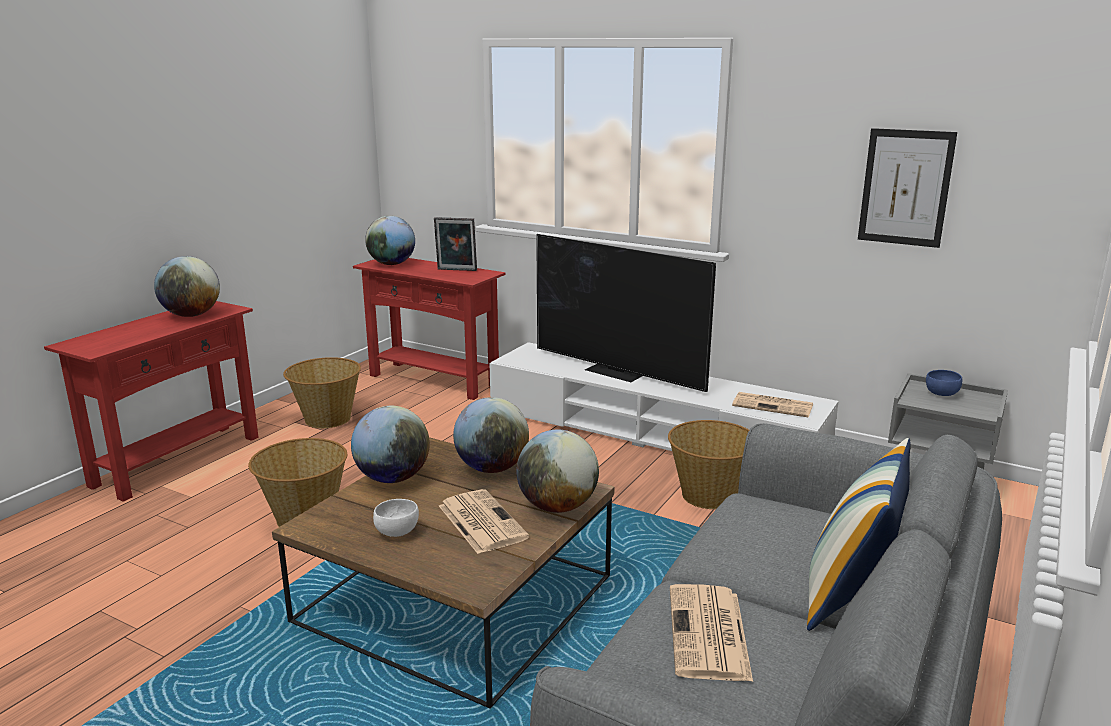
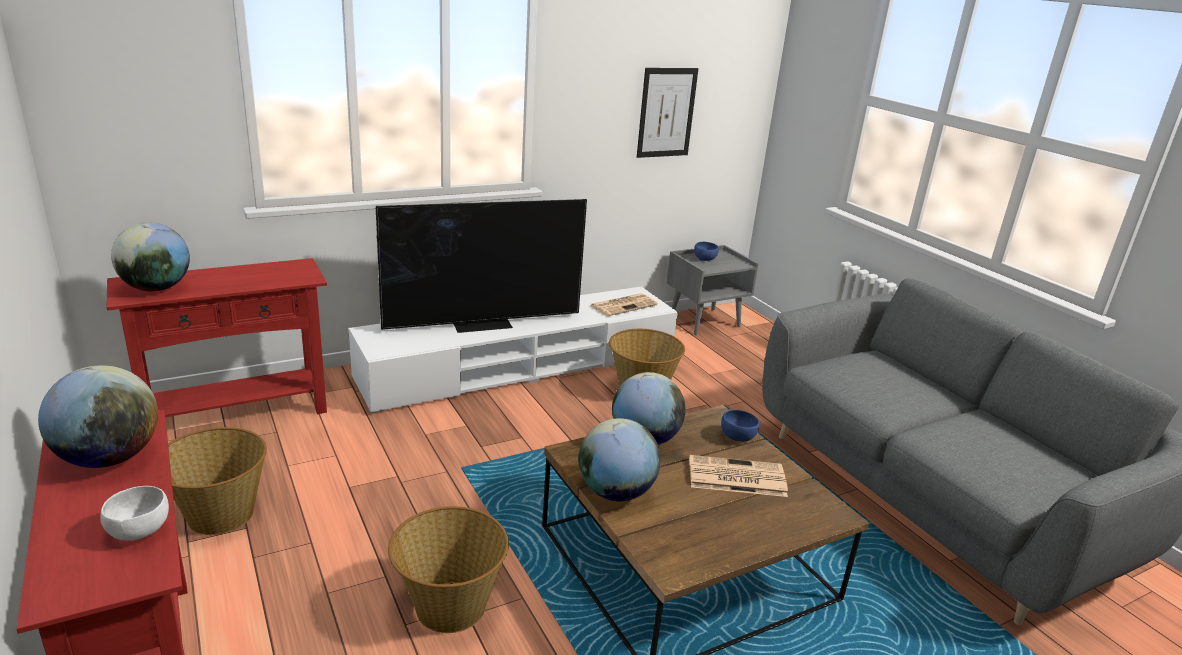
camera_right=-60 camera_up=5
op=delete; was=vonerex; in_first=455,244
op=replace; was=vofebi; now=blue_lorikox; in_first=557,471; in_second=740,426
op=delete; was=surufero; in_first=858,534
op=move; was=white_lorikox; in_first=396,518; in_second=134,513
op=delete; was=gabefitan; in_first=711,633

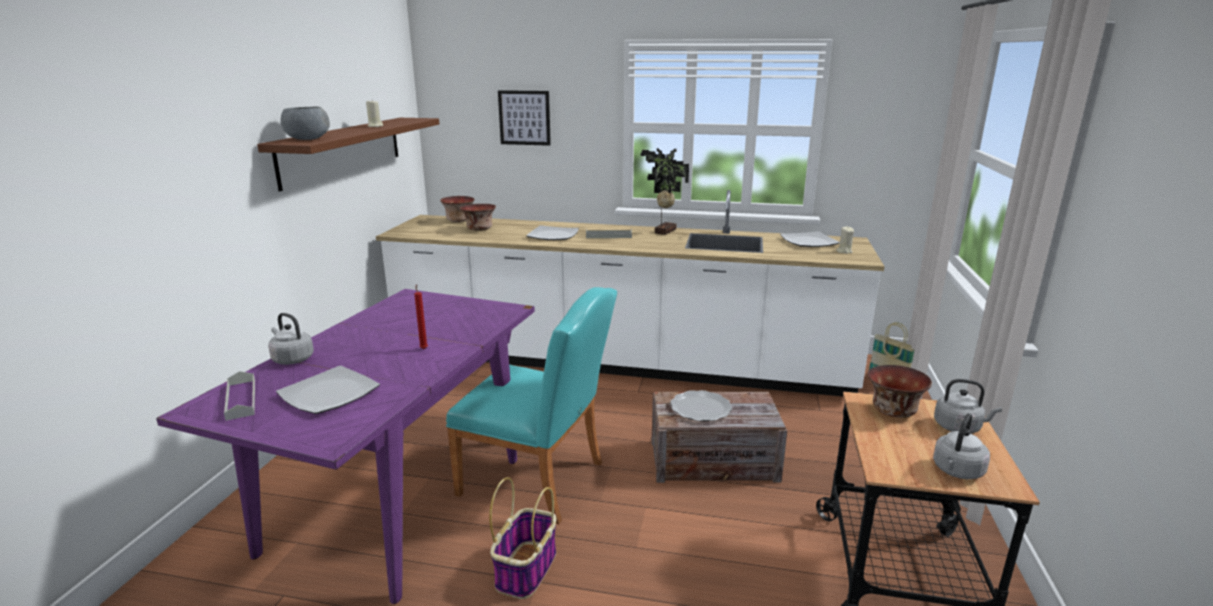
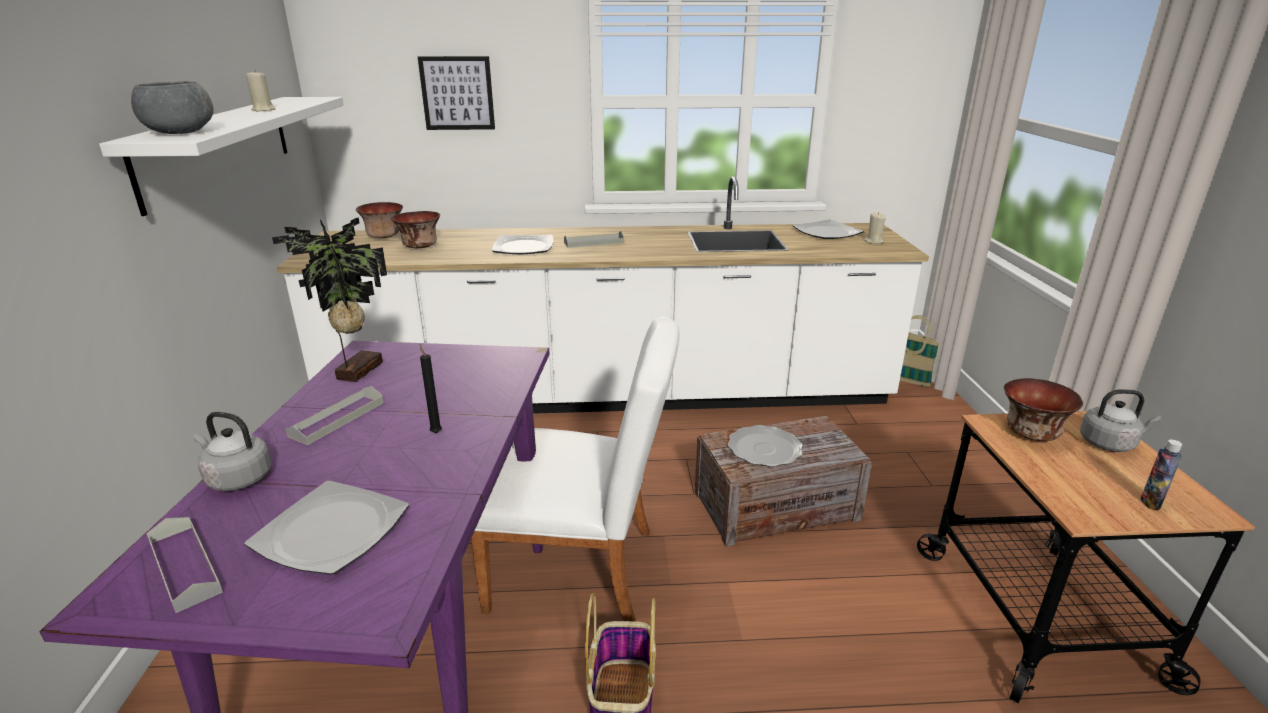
camera_right=-15 camera_up=5
op=recolor; was=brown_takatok; now=white_takatok; in_first=348,154; in_second=221,156
op=move; was=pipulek; in_first=665,191; in_second=329,299
op=recolor; was=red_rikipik; now=black_rikipik; in_first=421,316; in_second=431,388
op=recolor; was=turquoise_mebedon; now=white_mebedon; in_first=531,405; in_second=575,469
op=replace; was=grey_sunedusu; now=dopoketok; in_first=961,446; in_second=1161,474
op=insert; now=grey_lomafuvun; in_second=334,415

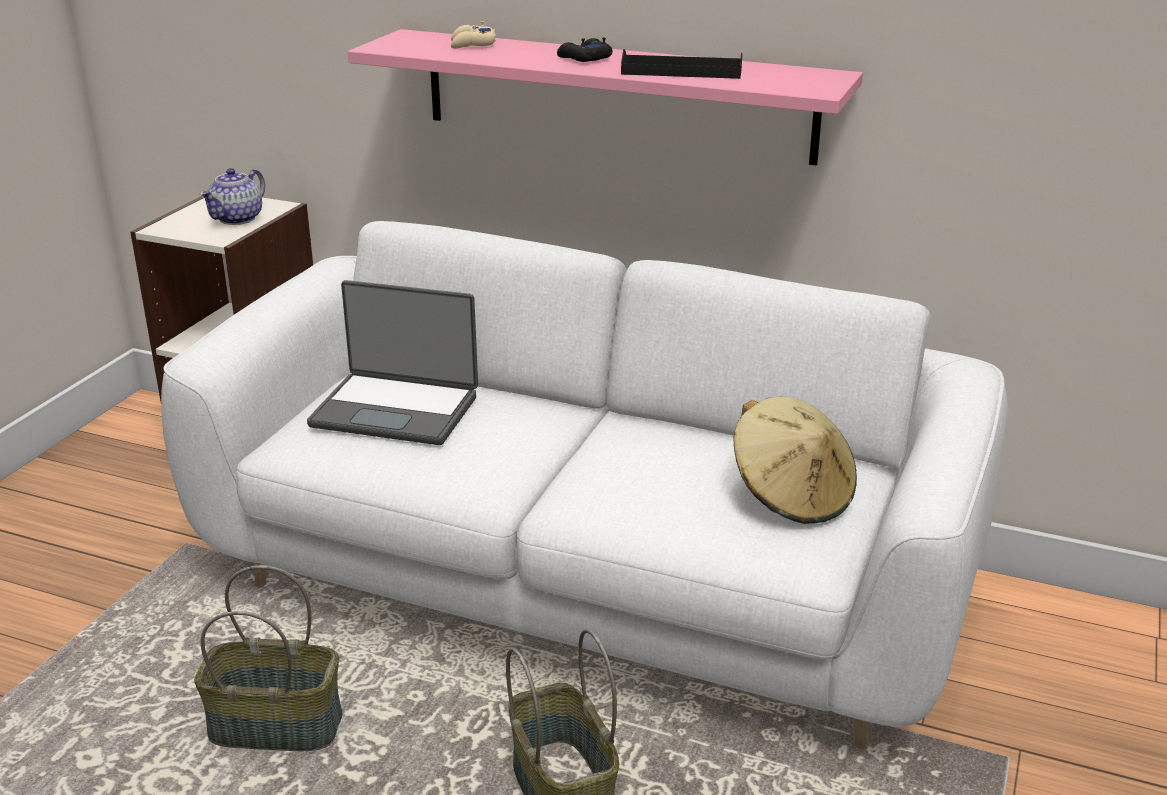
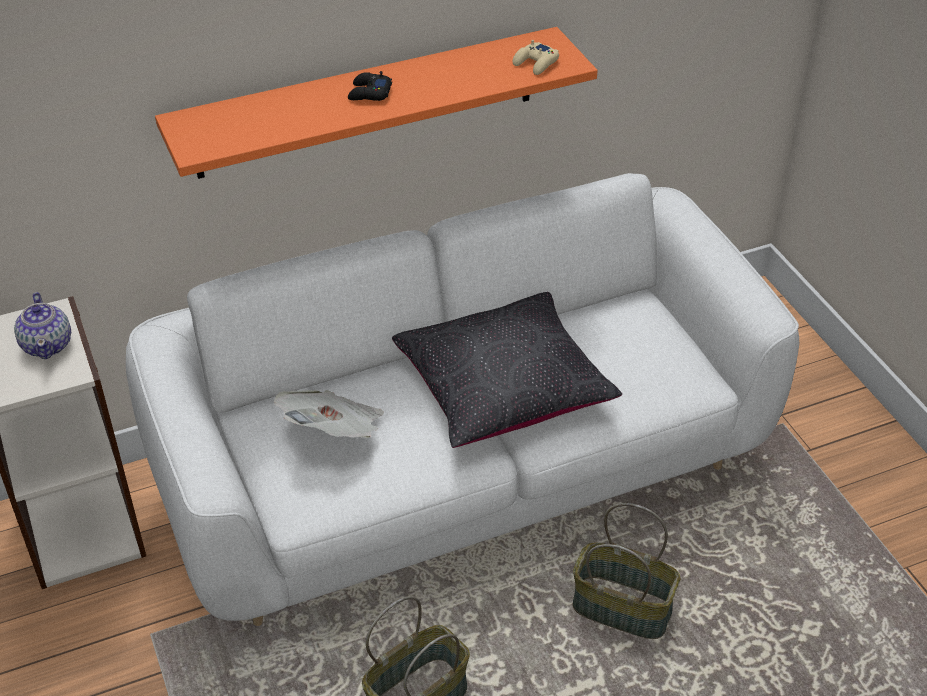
camera_right=-45 camera_up=15
op=move; was=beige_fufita; in_first=473,35; in_second=536,57
op=recolor; was=pink_takatok; now=orange_takatok; in_first=605,97; in_second=376,103
op=delete; was=black_lomafuvun; in_first=681,64
op=replace; was=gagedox; now=gabefitan; in_first=392,362; in_second=329,414
op=delete; was=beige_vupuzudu; in_first=795,460
op=insert; now=black_surufero; in_second=507,370

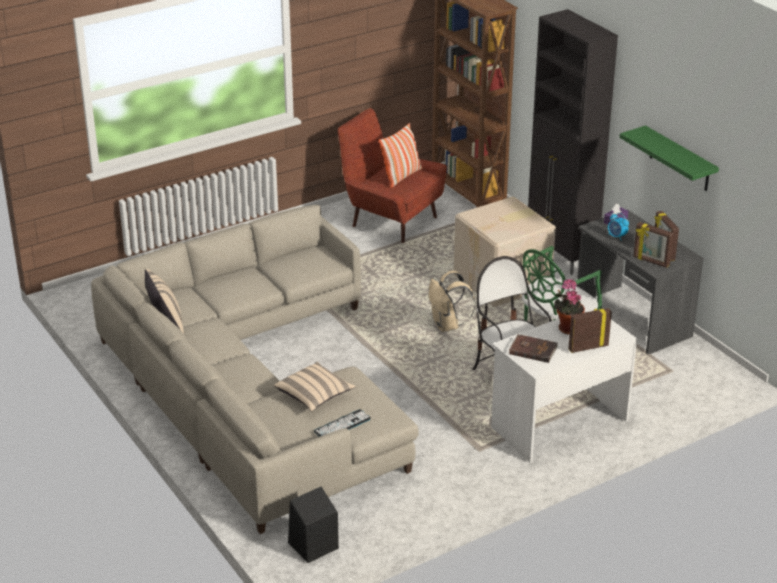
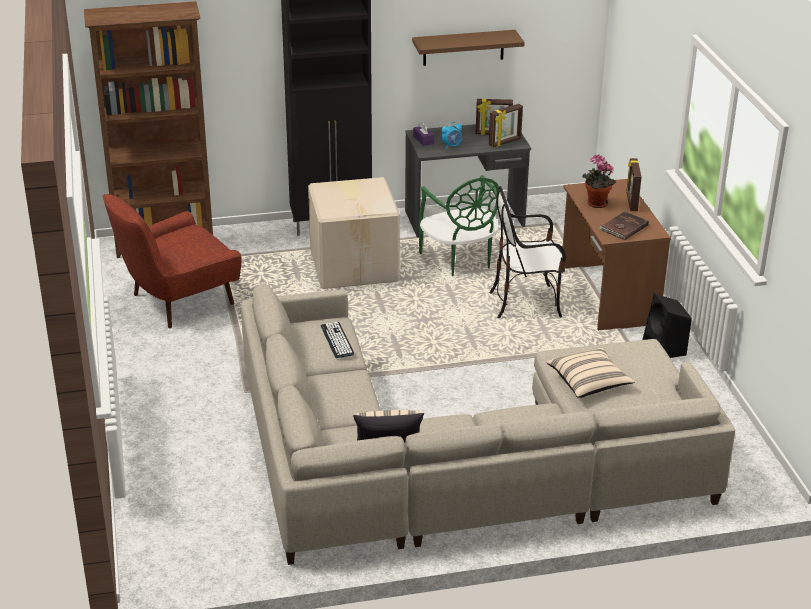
camera_right=-70 camera_up=0
op=delete; was=surufero; in_first=400,155
op=recolor; was=green_takatok; now=brown_takatok; in_first=669,158; in_second=468,48
op=delete; was=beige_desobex; in_first=452,301
op=recolor; was=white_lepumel; now=brown_lepumel; in_first=564,384; in_second=617,255
op=move; was=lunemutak; in_first=342,423; in_second=337,340
op=move; was=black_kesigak; in_first=313,525; in_second=667,326

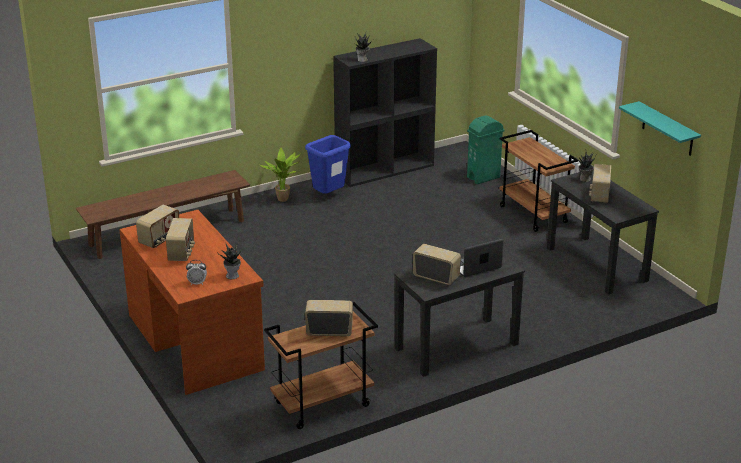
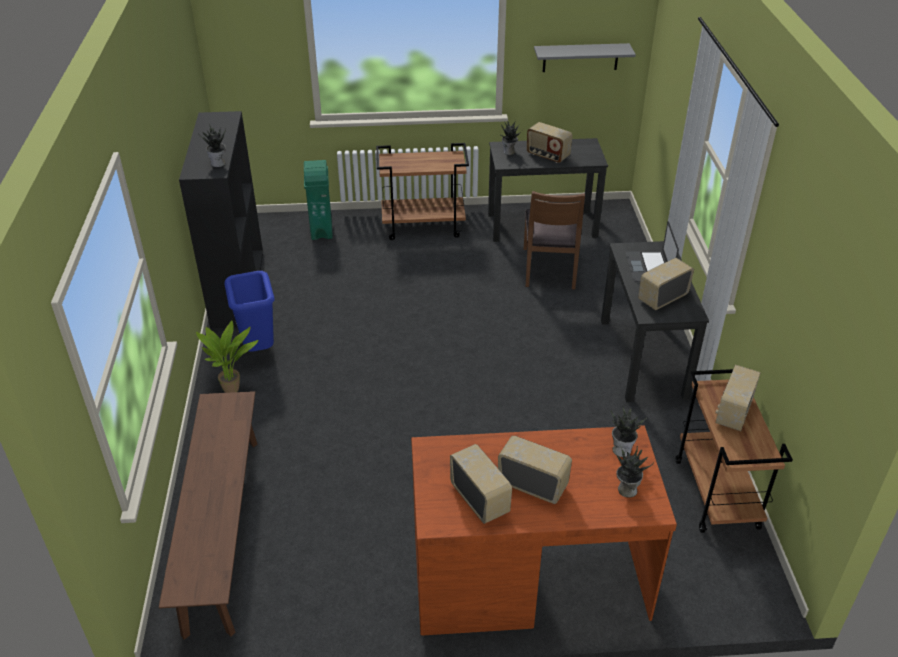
camera_right=-65 camera_up=10
op=recolor; was=turquoise_takatok; now=grey_takatok; in_first=660,128; in_second=585,57
op=replace; was=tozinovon; now=pipulek; in_first=196,272; in_second=635,472
op=insert; now=brown_mebedon; in_second=554,240

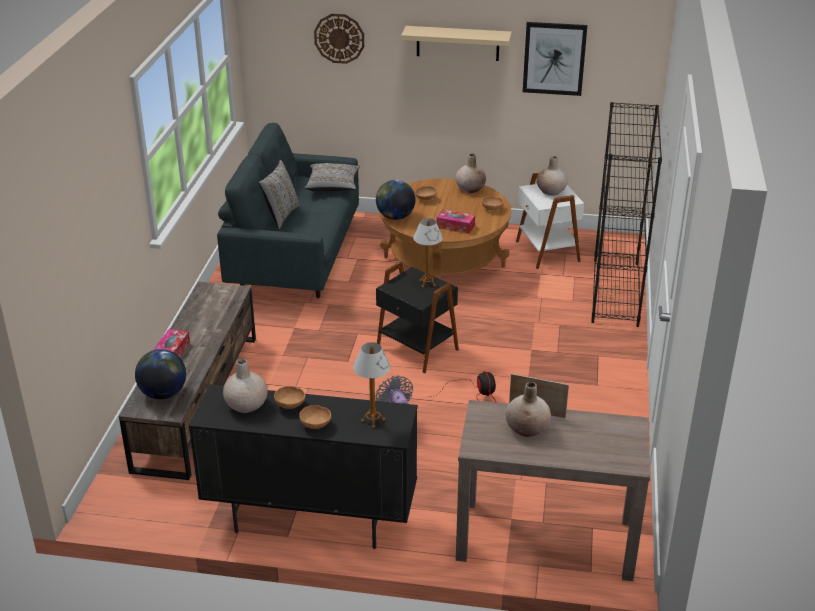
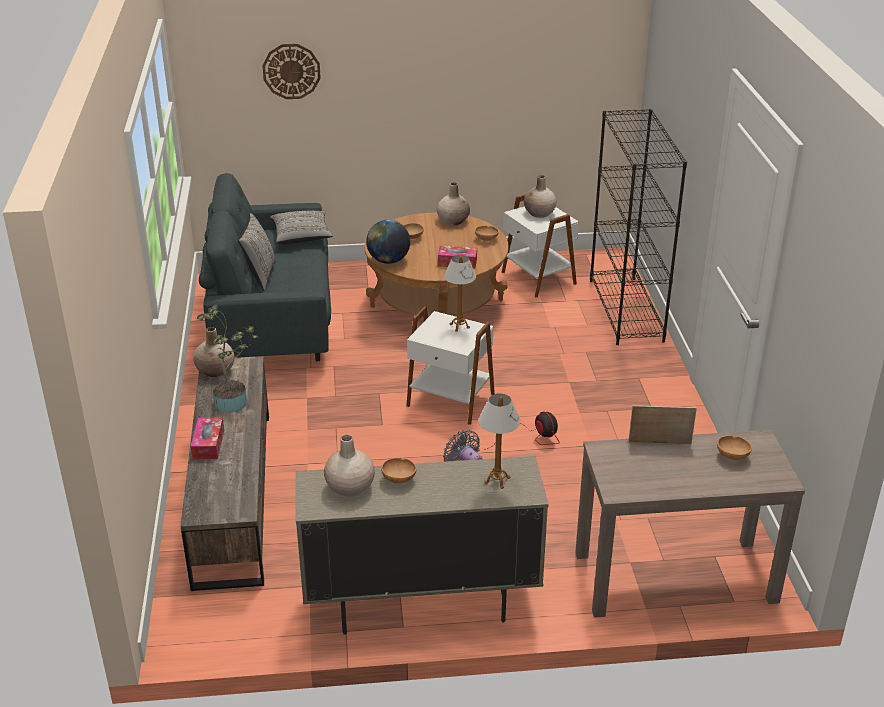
camera_right=-15 camera_up=0
op=delete; was=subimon; in_first=555,59
op=delete; was=beige_takatok; in_first=456,43
op=recolor; was=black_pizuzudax; now=white_pizuzudax; in_first=417,317; in_second=450,365
op=delete; was=vofebi; in_first=160,374
op=move; was=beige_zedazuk; in_first=528,409; in_second=213,352
op=recolor; was=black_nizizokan; now=beige_nizizokan; in_first=303,466; in_second=422,545
op=move; was=brown_lorikox; in_first=315,417; in_second=734,447
op=insert; now=pipulek; in_second=228,358

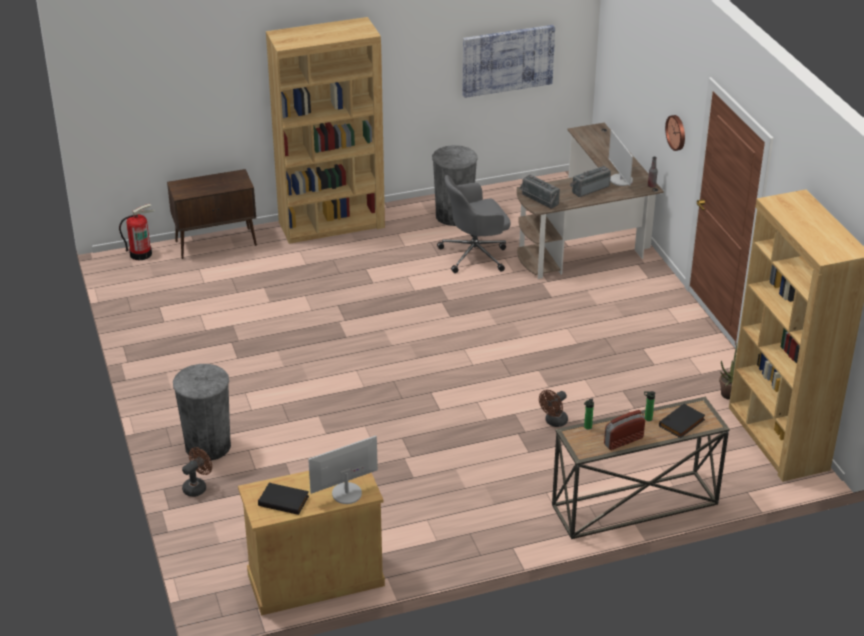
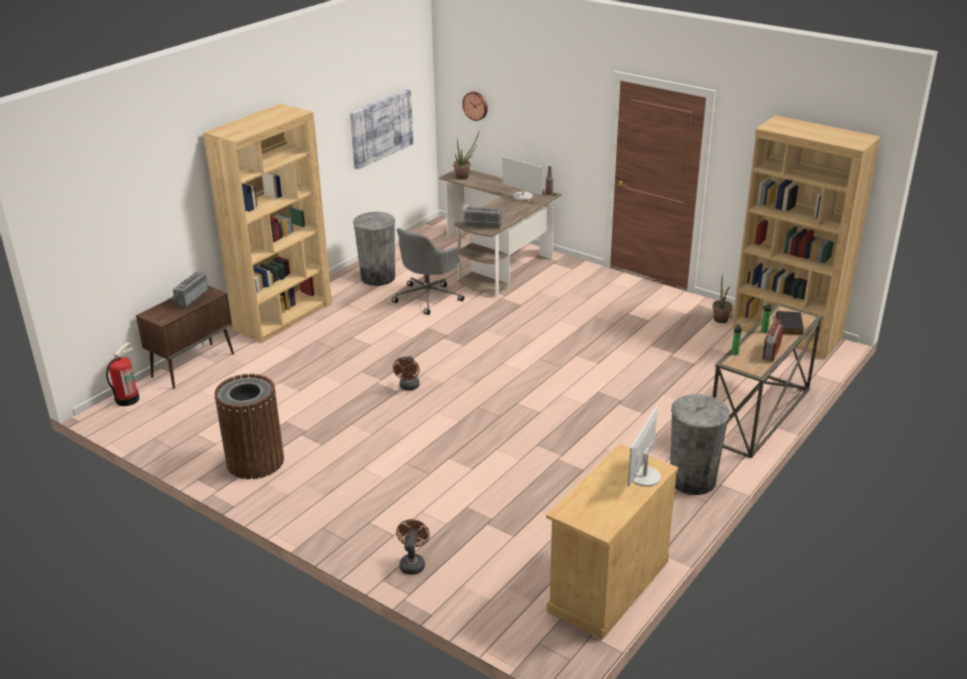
camera_right=-35 camera_up=-5
op=move; was=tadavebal; in_first=675,133; in_second=475,106
op=move; was=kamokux; in_first=590,181; in_second=189,289
op=move; was=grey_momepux; in_first=202,412; in_second=700,444
op=move; was=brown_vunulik; in_first=553,408; in_second=406,373
op=delete; was=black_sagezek; in_first=283,499
op=insert; now=pipulek; in_second=466,155
op=insert; now=brown_momepux; in_second=249,426

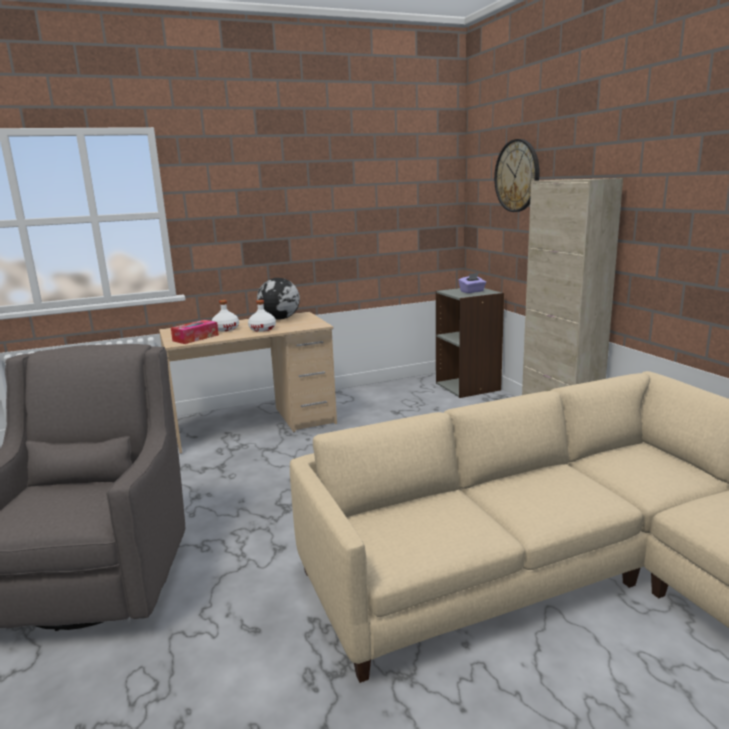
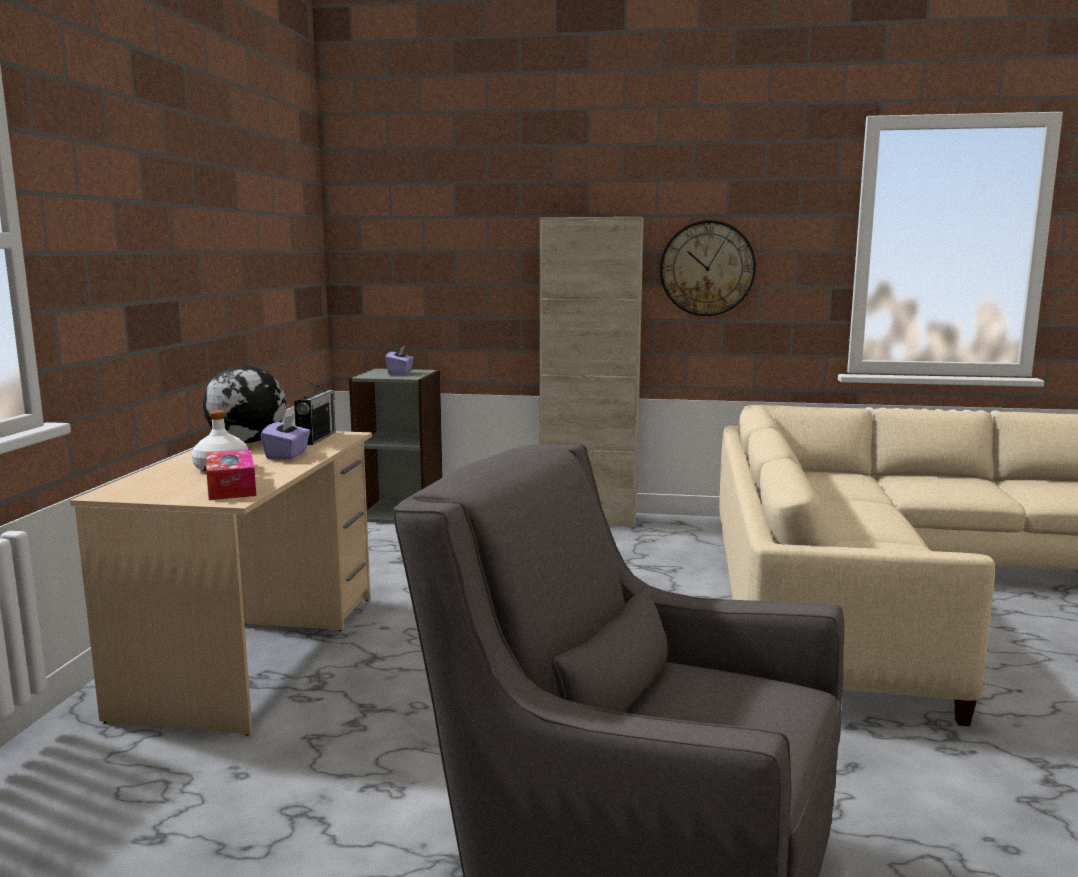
camera_right=-60 camera_up=-5
op=move; was=tadavebal; in_first=517,175; in_second=708,268
op=replace; was=white_dopoketok; now=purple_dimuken; in_first=262,316; in_second=285,437
op=insert; now=kamokux; in_second=315,412

